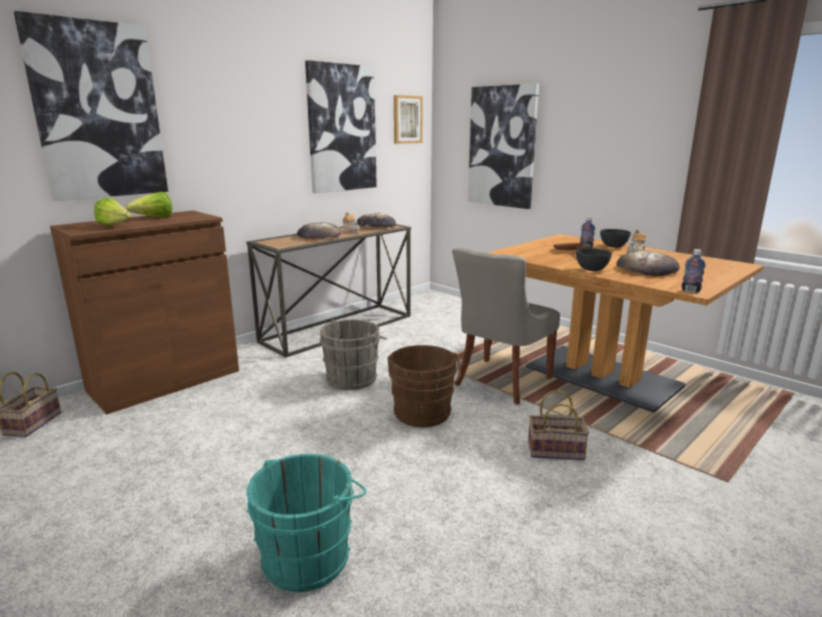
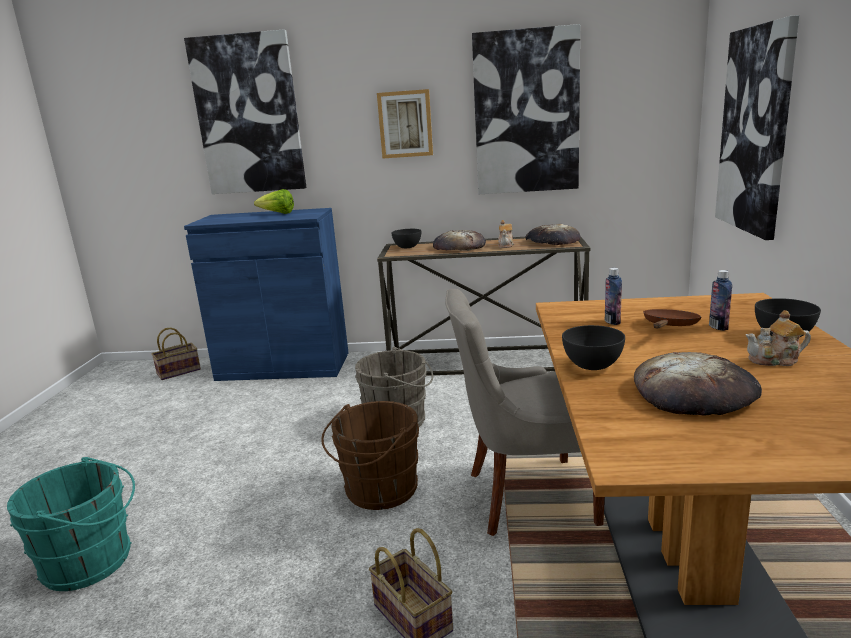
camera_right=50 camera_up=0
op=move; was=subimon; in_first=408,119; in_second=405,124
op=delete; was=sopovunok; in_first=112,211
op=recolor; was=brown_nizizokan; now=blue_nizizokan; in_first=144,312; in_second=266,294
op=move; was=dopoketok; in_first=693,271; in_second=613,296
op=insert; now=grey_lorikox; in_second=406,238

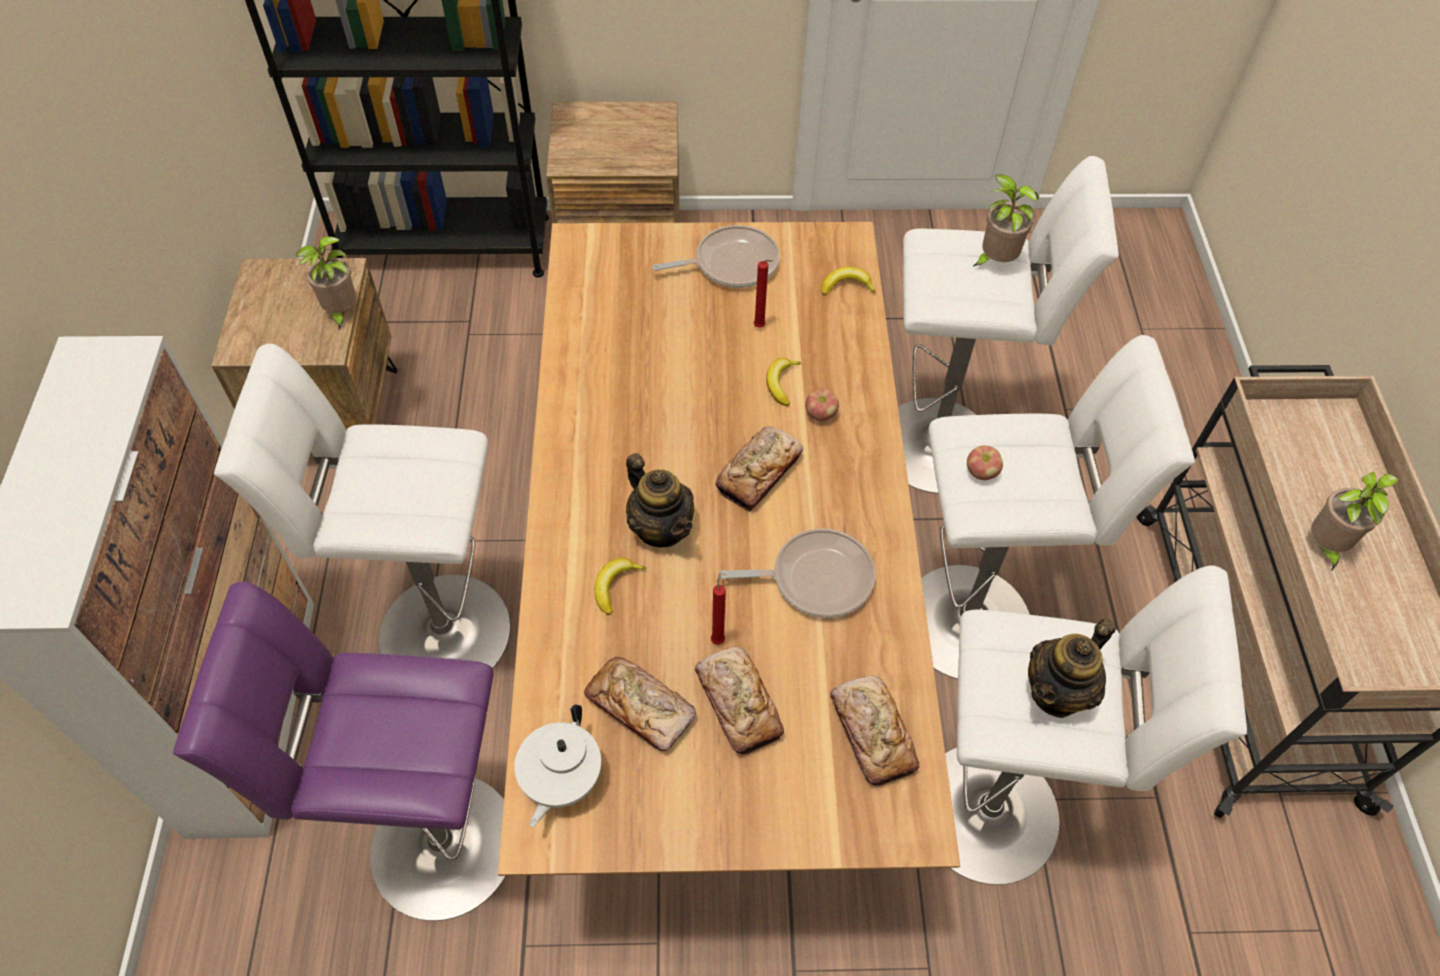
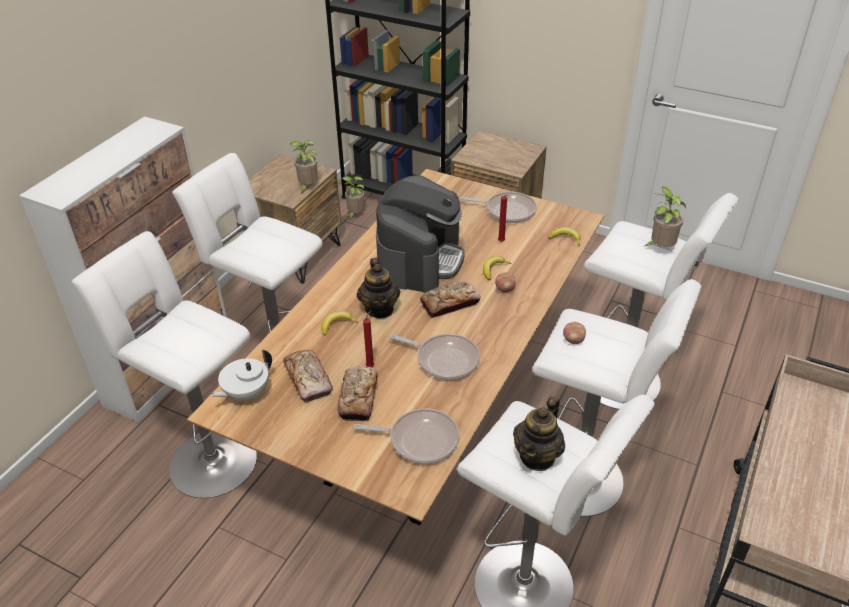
camera_right=30 camera_up=-15
op=move; was=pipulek; in_first=1355,521; in_second=353,198
op=recolor; was=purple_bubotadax; now=white_bubotadax; in_first=339,751; in_second=164,364
op=rotate; was=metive; in_first=1072,668; in_second=539,433; clockwise=-45
op=replace; was=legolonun; now=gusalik; in_first=875,730; in_second=406,436
op=insert; now=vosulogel; in_second=420,234

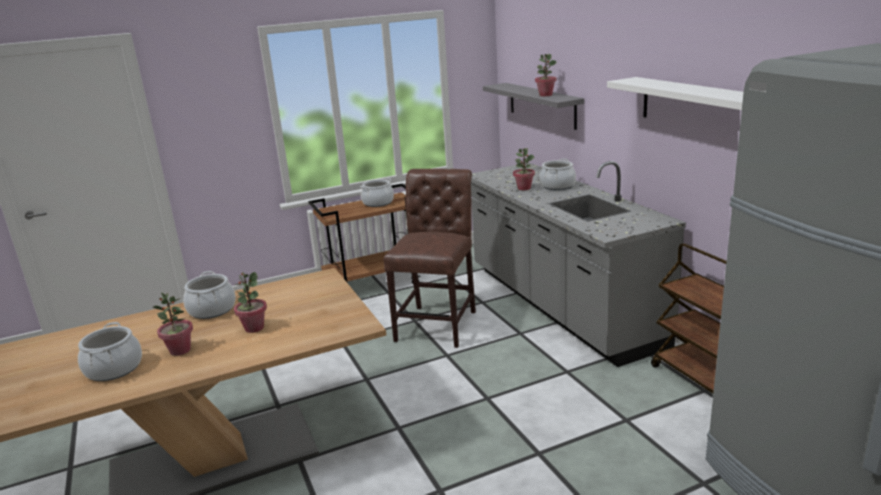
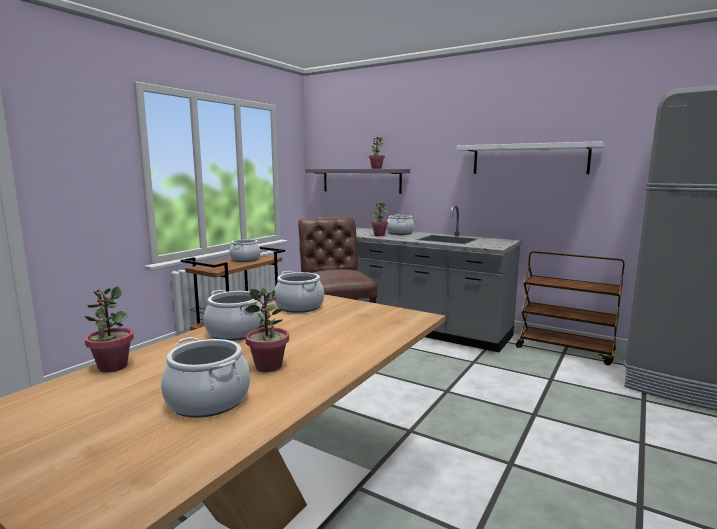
camera_right=-35 camera_up=-10
op=move; was=pipulek; in_first=250,302; in_second=109,329
op=insert; now=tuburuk; in_second=299,292

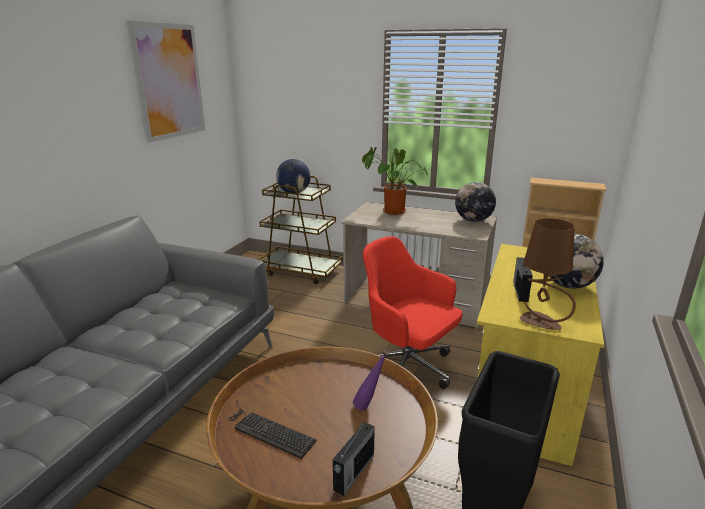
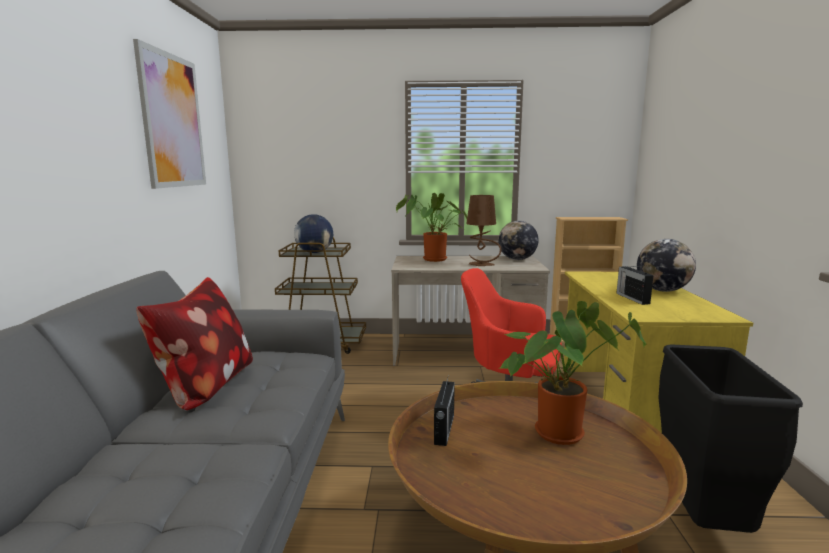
camera_right=-20 camera_up=-10
op=move; was=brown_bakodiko; in_first=548,274; in_second=483,230
op=replace; was=purple_dopoketok; now=pipulek; in_first=370,380; in_second=572,373
op=delete; was=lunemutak; in_first=272,429
op=move; was=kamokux; in_first=354,459; in_second=444,412
op=insert; now=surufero; in_second=194,343

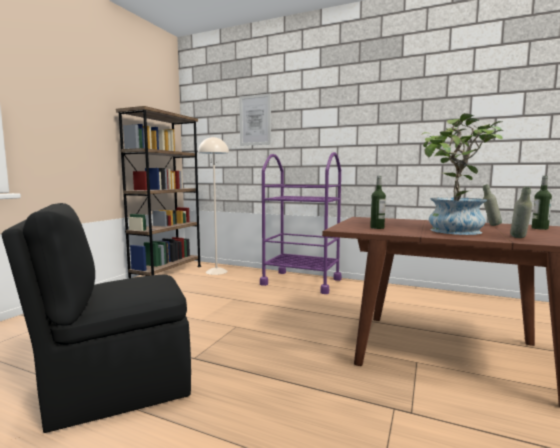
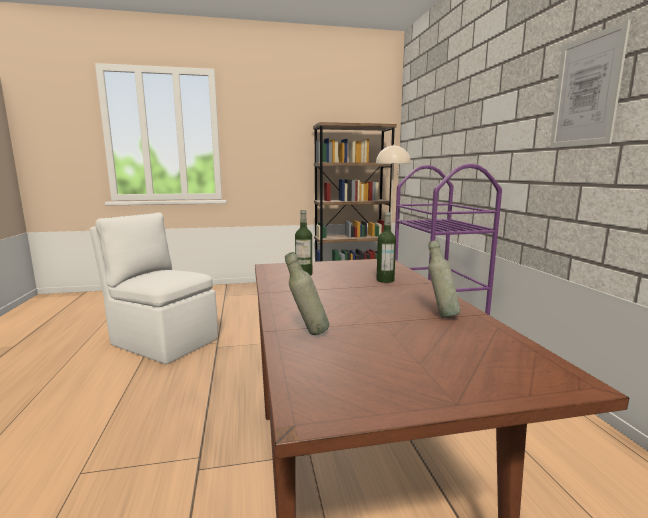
camera_right=55 camera_up=5
op=move; was=subimon; in_first=255,120; in_second=590,84
op=delete; was=pipulek; in_first=462,174
op=move; was=dopoketok; in_first=542,203; in_second=386,247
op=recolor; was=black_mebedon; now=white_mebedon; in_first=96,318; in_second=154,288

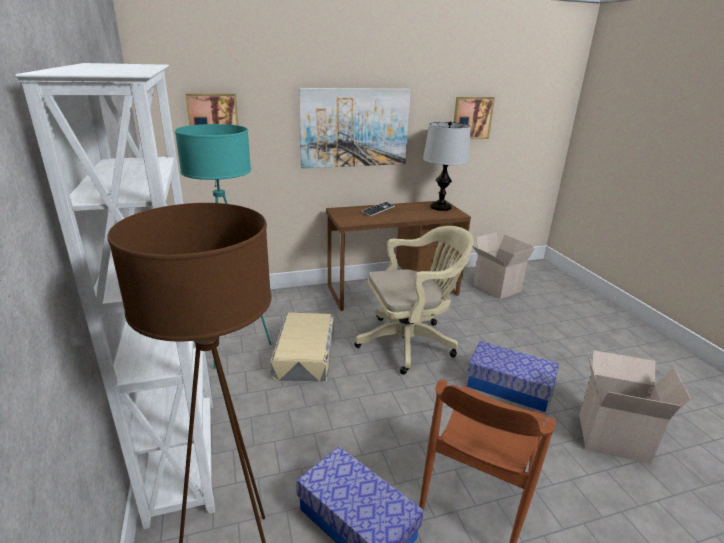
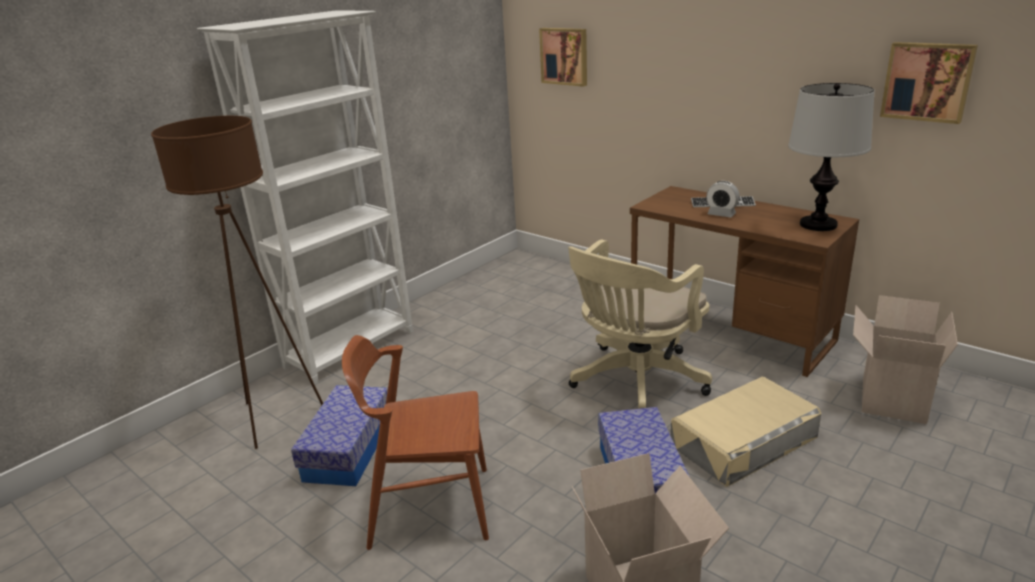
camera_right=60 camera_up=0
op=delete; was=subimon; in_first=354,128
op=delete; was=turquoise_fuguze; in_first=223,246
op=rotate; was=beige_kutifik; in_first=413,300; in_second=640,324; clockwise=90
op=move; was=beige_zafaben; in_first=302,347; in_second=746,431
op=insert; now=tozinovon; in_second=723,199

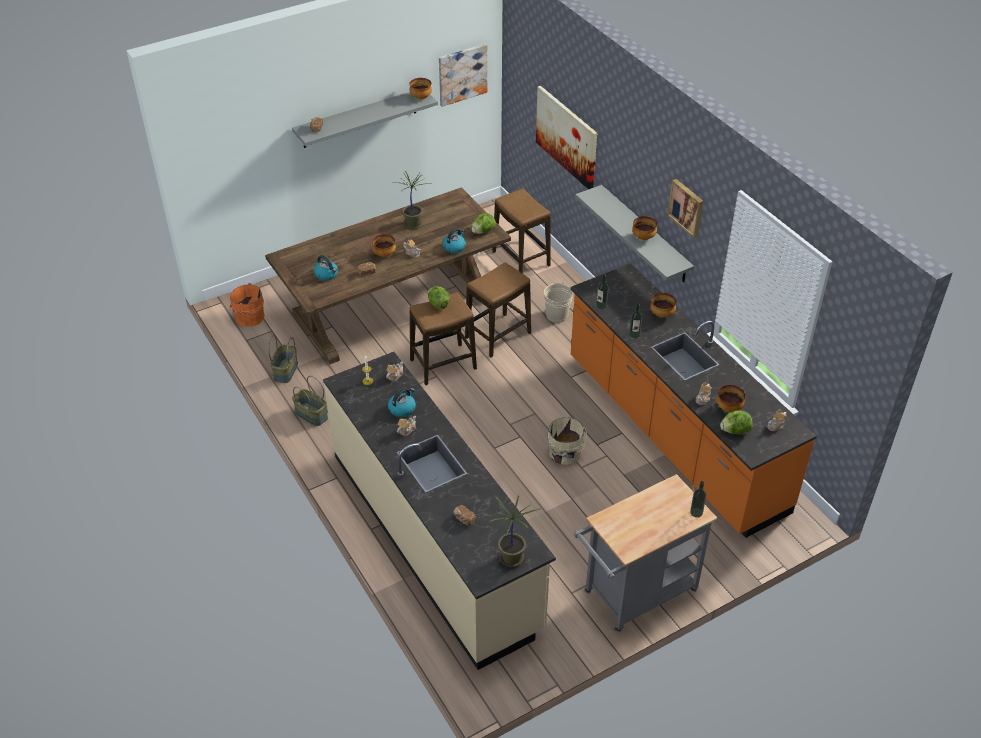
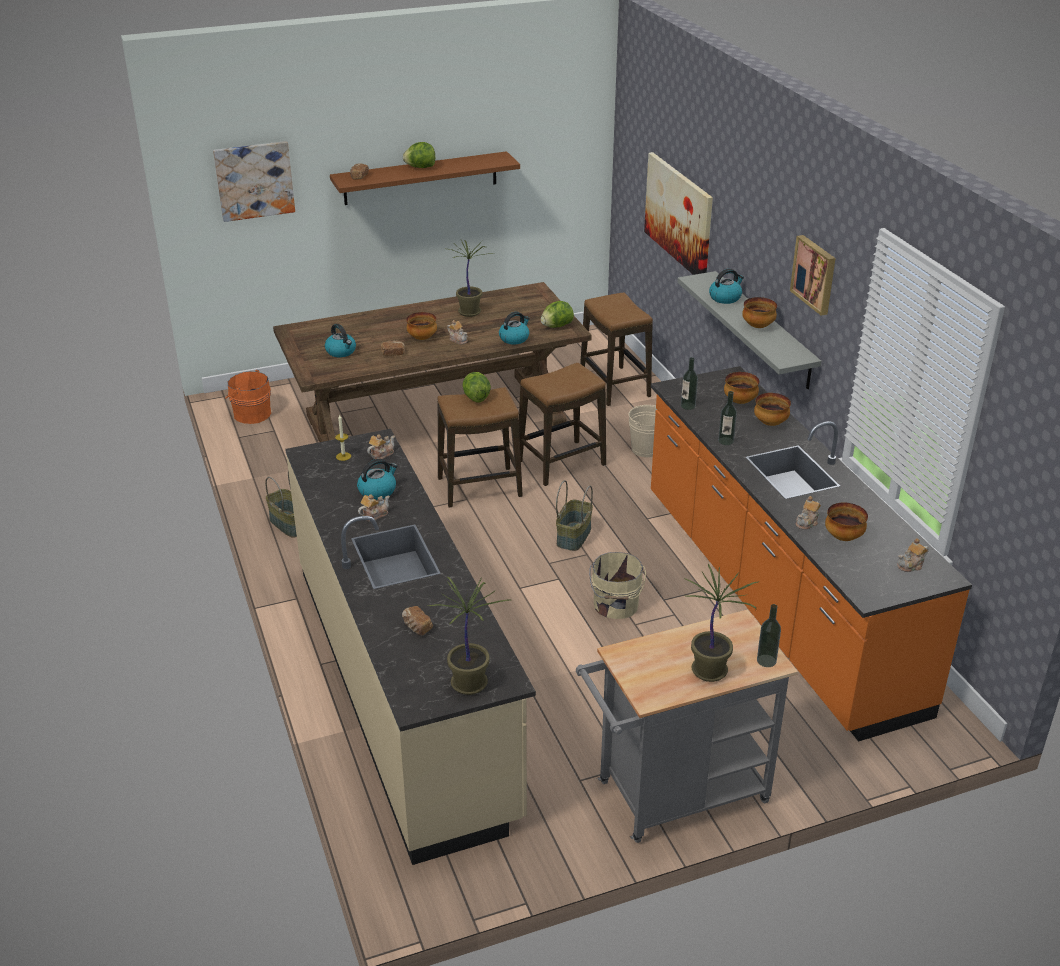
camera_right=10 camera_up=-10
op=move; was=subimon; in_first=463,75; in_second=254,181
op=move; was=lorikox; in_first=420,88; in_second=741,388
op=recolor; was=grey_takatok; now=brown_takatok; in_first=365,120; in_second=425,178
op=move; was=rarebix; in_first=283,359; in_second=574,515
op=move; was=sopovunok; in_first=736,422; in_second=419,155
op=insert; now=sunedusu; in_second=726,286
op=insert; now=pipulek; in_second=722,622

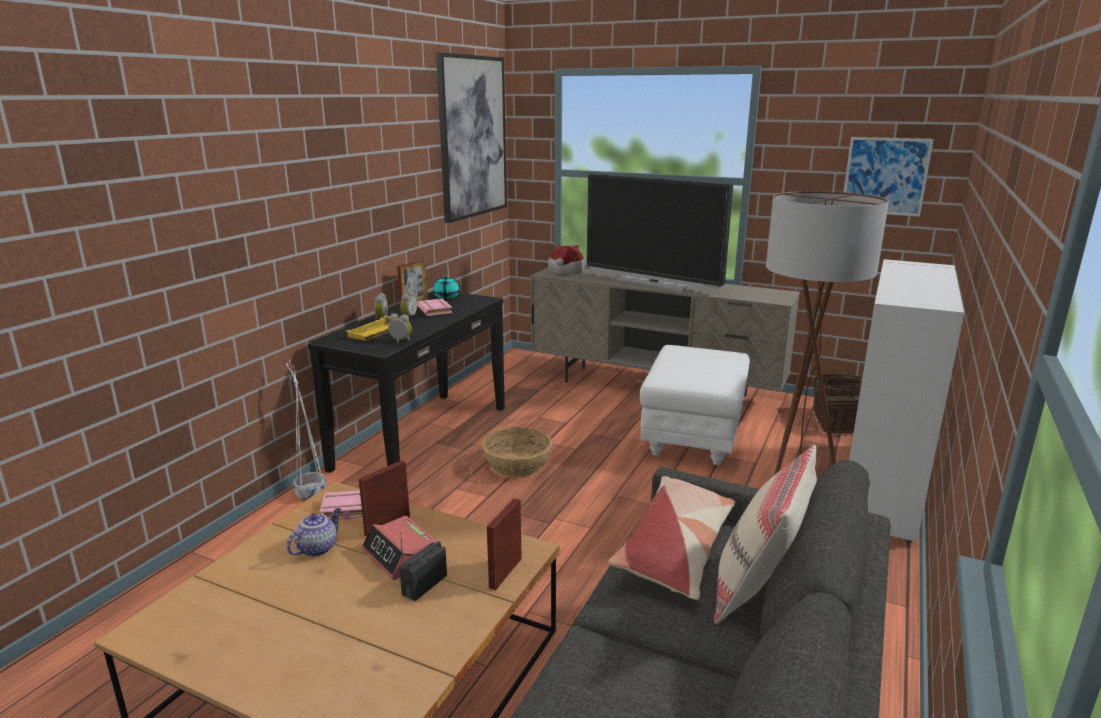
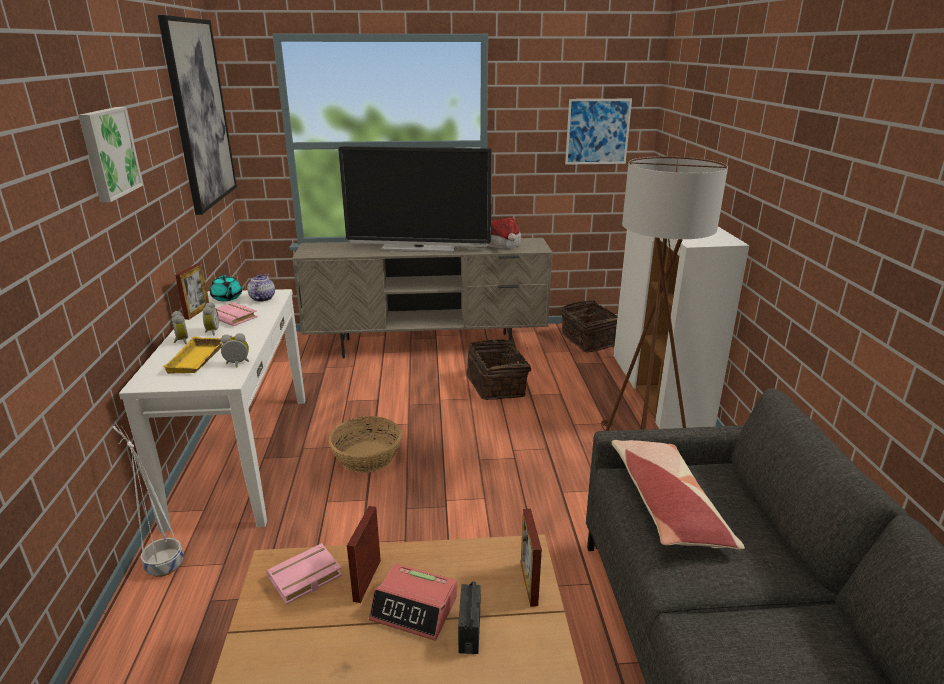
camera_right=-30 camera_up=5
op=move; was=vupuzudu; in_first=567,260; in_second=504,233
op=recolor; was=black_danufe; now=white_danufe; in_first=406,382; in_second=212,410
op=replace; was=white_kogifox; now=rarebix; in_first=695,405; in_second=498,369
op=delete; was=beige_surufero; in_first=765,534
op=move; was=metive; in_first=314,532; in_second=261,288
op=insert; now=subimon; in_second=110,154

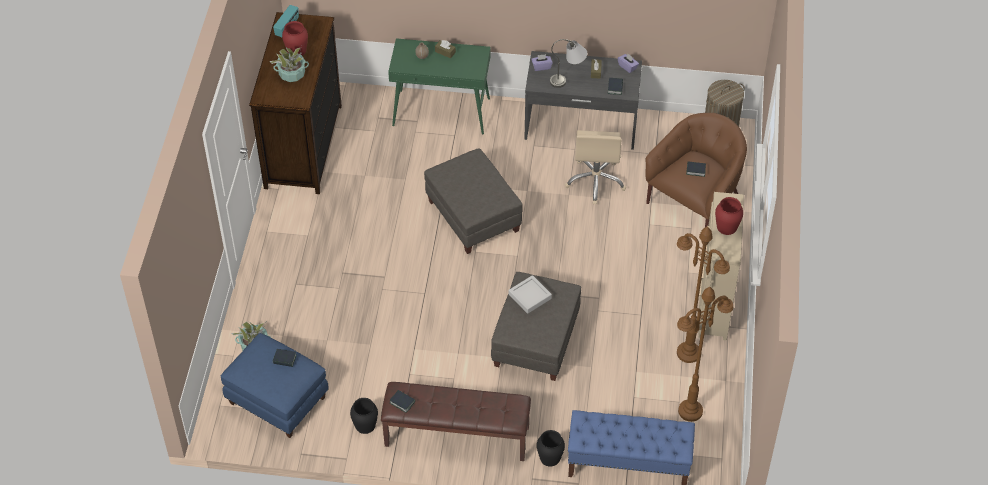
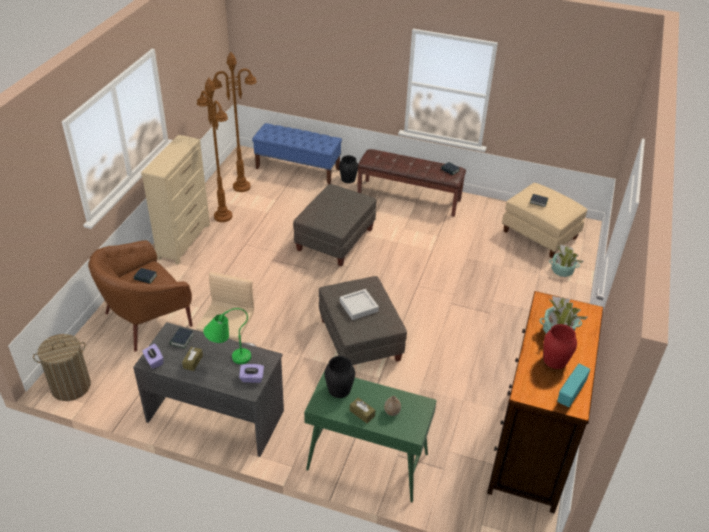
camera_right=-170 camera_up=-10
op=recolor; was=grey_bakodiko; now=green_bakodiko; in_first=568,63; in_second=227,336
op=delete; was=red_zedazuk; in_first=729,216
op=move; was=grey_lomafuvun; in_first=530,294; in_second=359,304
op=recolor; was=blue_kogifox; now=beige_kogifox; in_first=275,385; in_second=545,220
op=move; was=black_zedazuk; in_first=364,416; in_second=340,377

